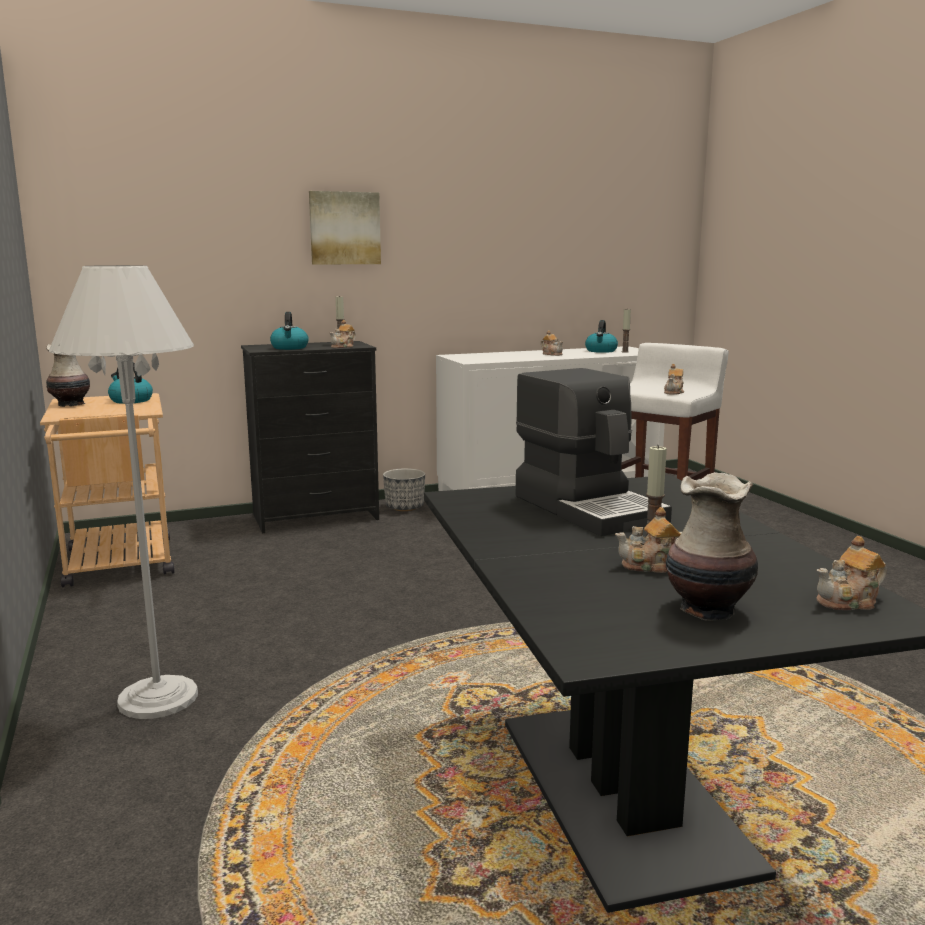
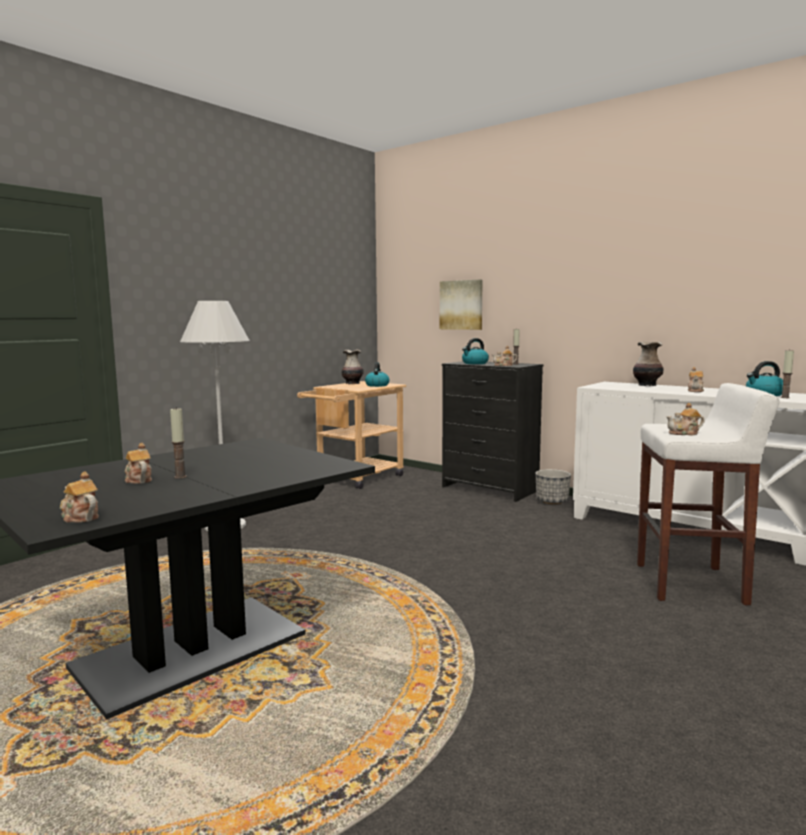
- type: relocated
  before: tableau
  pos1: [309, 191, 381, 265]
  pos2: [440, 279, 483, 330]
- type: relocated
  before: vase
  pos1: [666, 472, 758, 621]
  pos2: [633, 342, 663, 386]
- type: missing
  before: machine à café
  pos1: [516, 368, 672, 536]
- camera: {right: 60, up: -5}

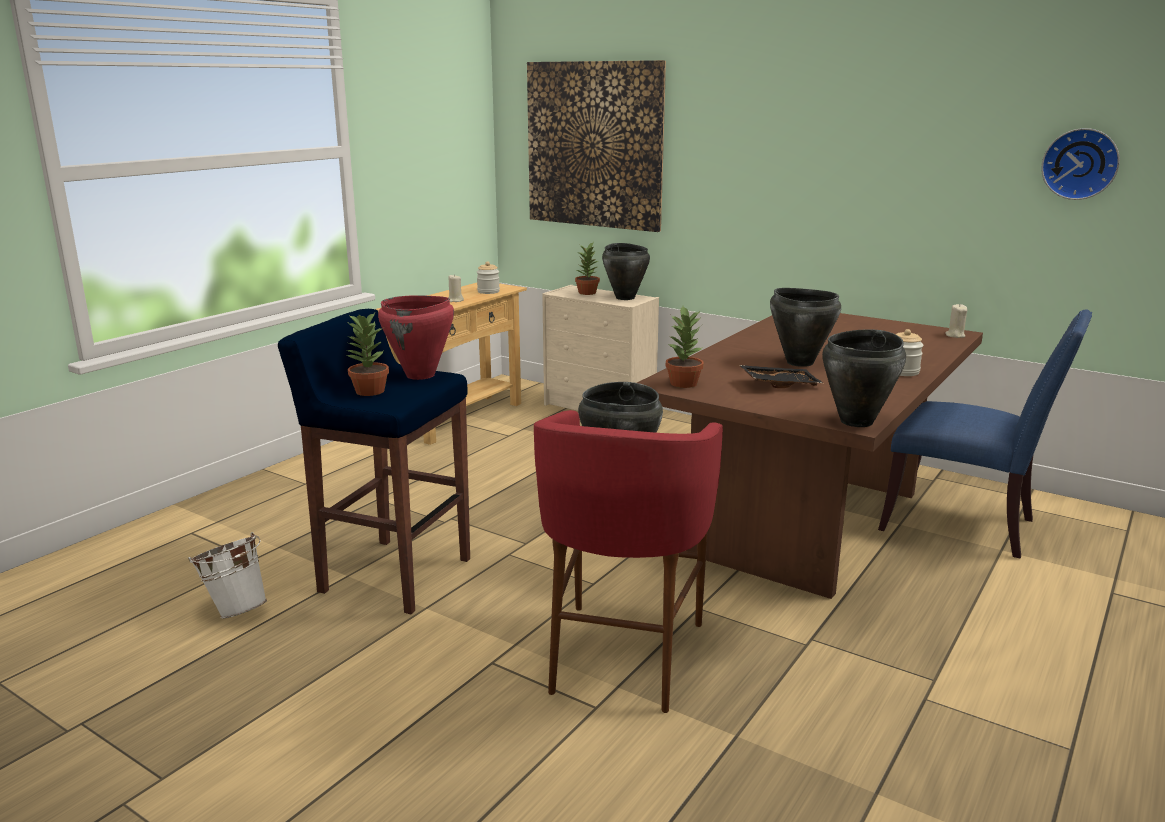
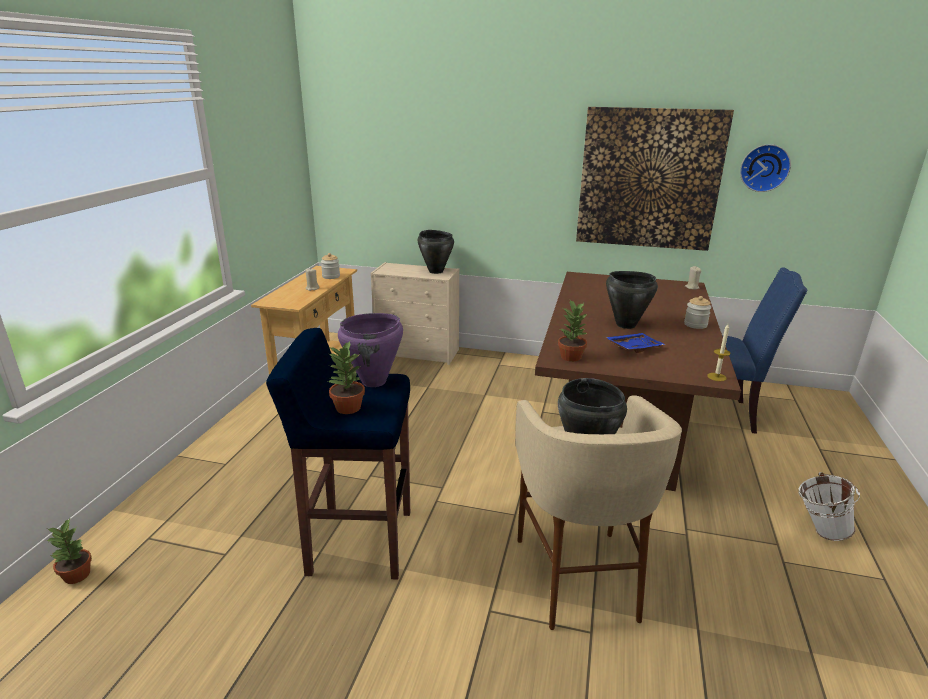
- type: relocated
  before: plante en pot
  pos1: [575, 243, 600, 295]
  pos2: [46, 519, 92, 584]
- type: colour
  before: marmite/rouge
  after: marmite/violet
  pos1: [378, 295, 454, 380]
  pos2: [338, 313, 403, 387]
- type: colour
  before: tabouret/rouge
  after: tabouret/beige
  pos1: [534, 410, 723, 713]
  pos2: [515, 395, 682, 630]
- type: relocated
  before: tableau
  pos1: [527, 60, 666, 232]
  pos2: [576, 107, 734, 251]
- type: colour
  before: plateau/noir
  after: plateau/bleu
  pos1: [740, 365, 823, 388]
  pos2: [605, 333, 666, 353]
- type: exchanged
  before: marmite/noir
  after: bougie
  pos1: [822, 329, 906, 427]
  pos2: [707, 324, 731, 381]
- type: relocated
  before: seau/blanc
  pos1: [188, 532, 267, 618]
  pos2: [798, 472, 860, 541]
- camera: {right: -20, up: 5}

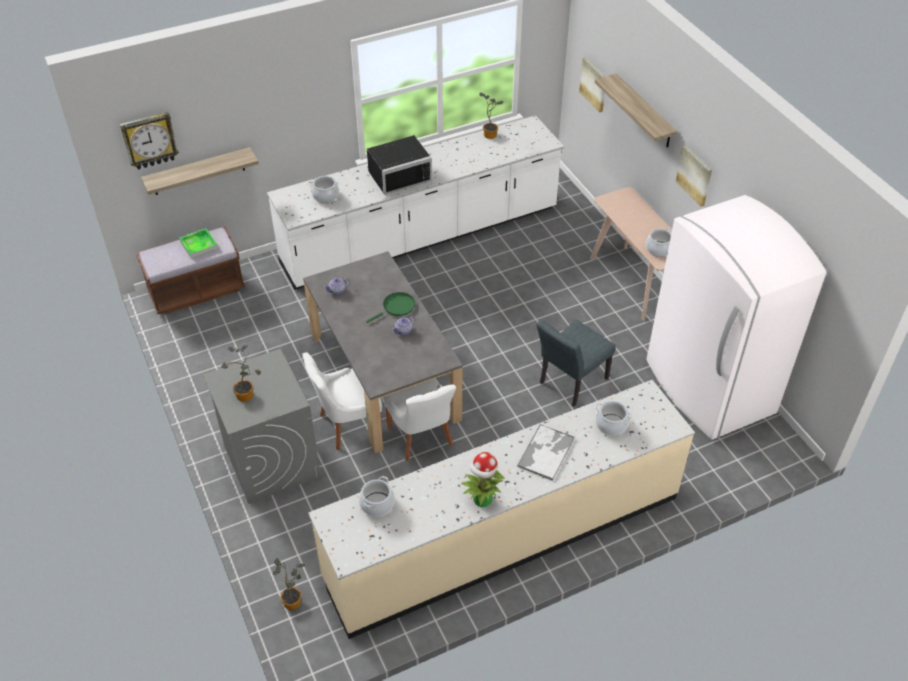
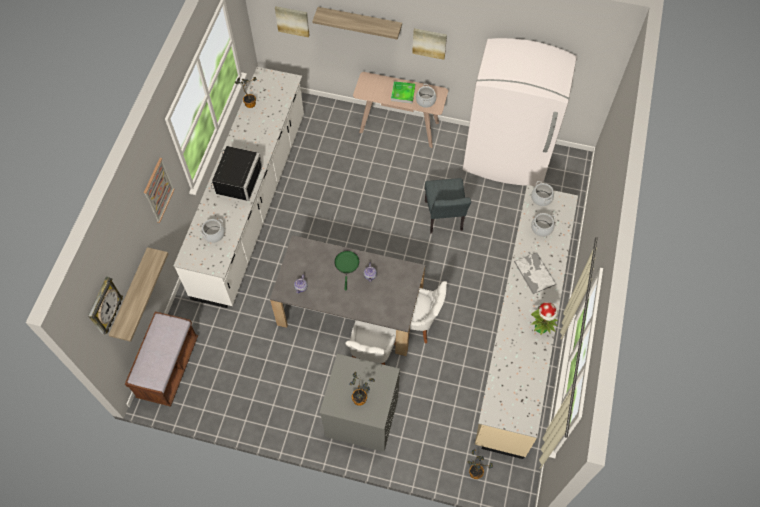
- type: appeared
  after: tableau
  pos2: [144, 158, 175, 223]
- type: relocated
  before: plateau
  pos1: [179, 228, 218, 259]
  pos2: [391, 81, 415, 104]
- type: relocated
  before: marmite
  pos1: [359, 476, 395, 517]
  pos2: [531, 181, 554, 206]
- camera: {right: -50, up: 15}

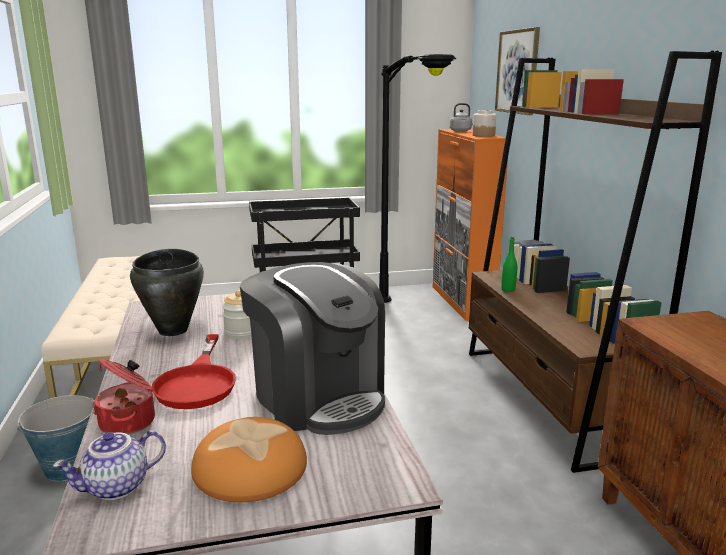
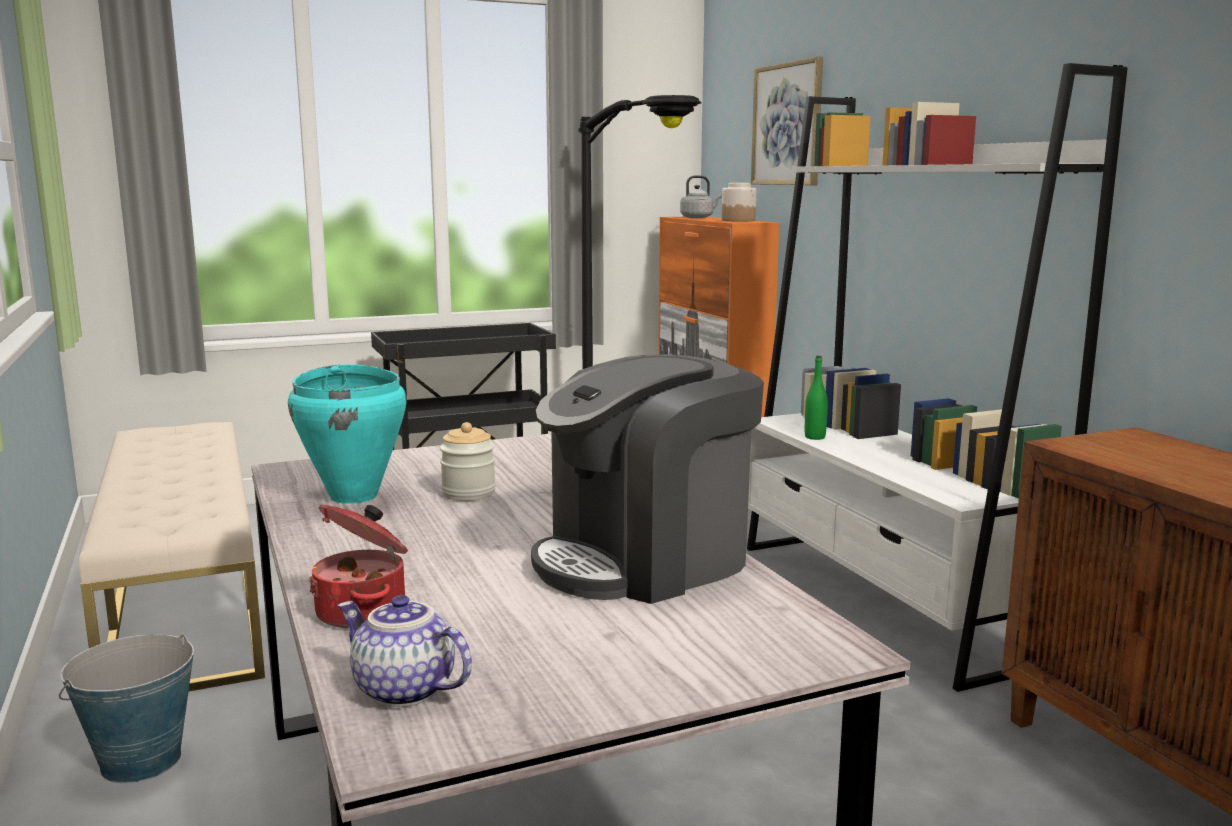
- type: colour
  before: marmite/noir
  after: marmite/turquoise
  pos1: [130, 249, 204, 336]
  pos2: [288, 364, 407, 504]
- type: spun
  before: théière
  pos1: [53, 430, 166, 500]
  pos2: [338, 595, 472, 707]
  turn: 75
- type: spun
  before: machine à café
  pos1: [240, 262, 385, 435]
  pos2: [531, 354, 764, 604]
  turn: 105
- type: colour
  before: bibliothèque/marron
  after: bibliothèque/blanc
  pos1: [469, 51, 722, 473]
  pos2: [747, 63, 1128, 692]
- type: missing
  before: poêle/rouge
  pos1: [152, 334, 236, 409]
- type: missing
  before: pain
  pos1: [191, 417, 307, 502]
- camera: {right: -10, up: -5}

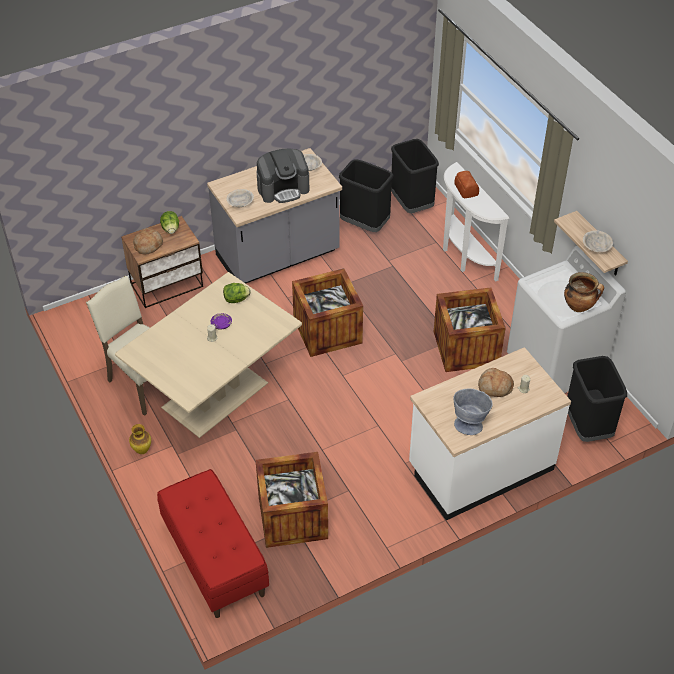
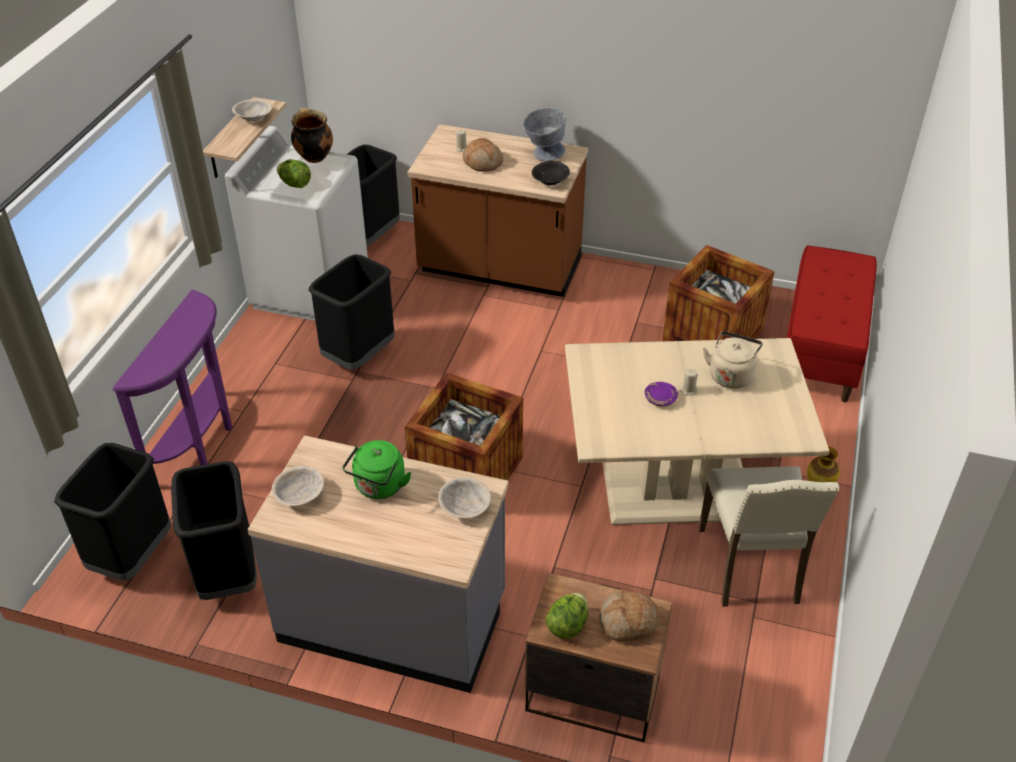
- type: colour
  before: table console/blanc
  after: table console/violet
  pos1: [443, 162, 509, 282]
  pos2: [113, 290, 232, 466]
- type: relocated
  before: laitue
  pos1: [223, 283, 251, 303]
  pos2: [277, 159, 311, 188]
- type: exchanged
  before: caisse
  after: poubelle/noir
  pos1: [434, 287, 506, 372]
  pos2: [309, 254, 395, 370]
- type: exchanged
  before: machine à café
  after: bouilloire/vert
  pos1: [257, 149, 310, 203]
  pos2: [343, 440, 411, 499]
- type: colour
  before: comptoir de cuisine/blanc
  after: comptoir de cuisine/marron
  pos1: [409, 347, 571, 520]
  pos2: [407, 124, 588, 297]
- type: appeared
  after: bol/noir
  pos2: [532, 161, 570, 185]
- type: appeared
  after: bouilloire/beige
  pos2: [703, 331, 763, 389]
- type: missing
  before: pain
  pos1: [454, 171, 479, 198]
- camera: {right: -135, up: -5}

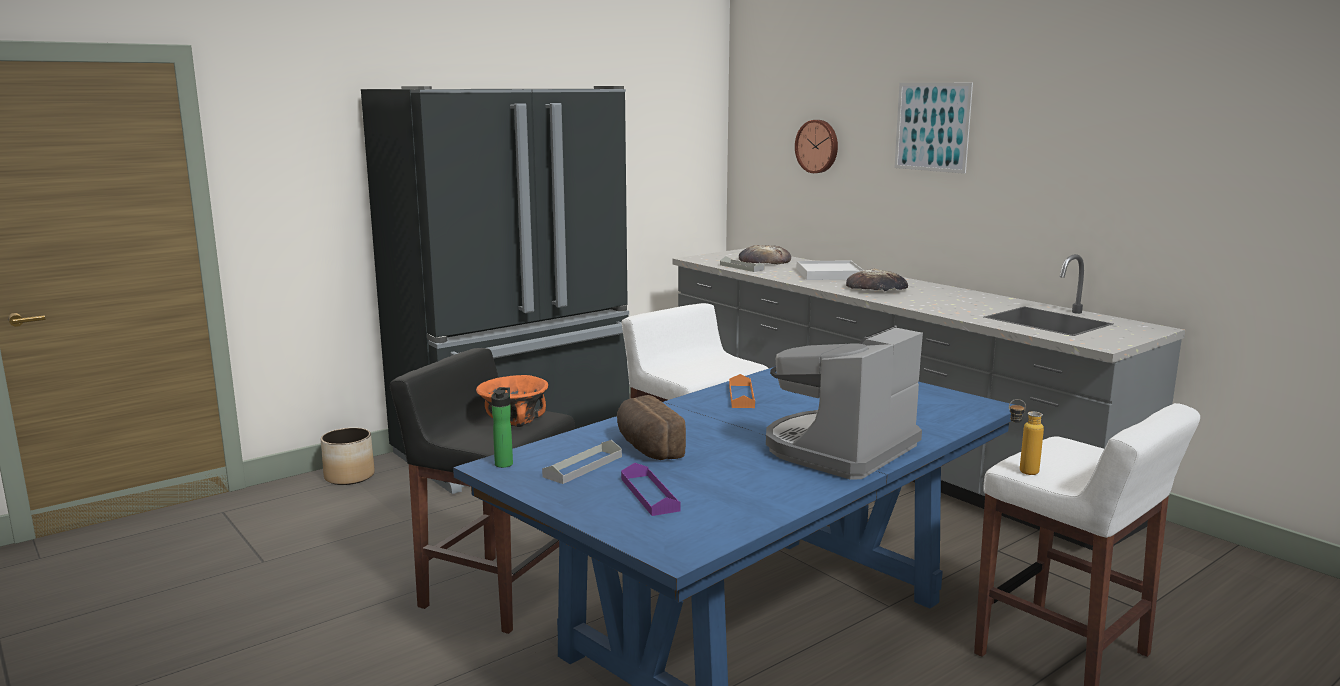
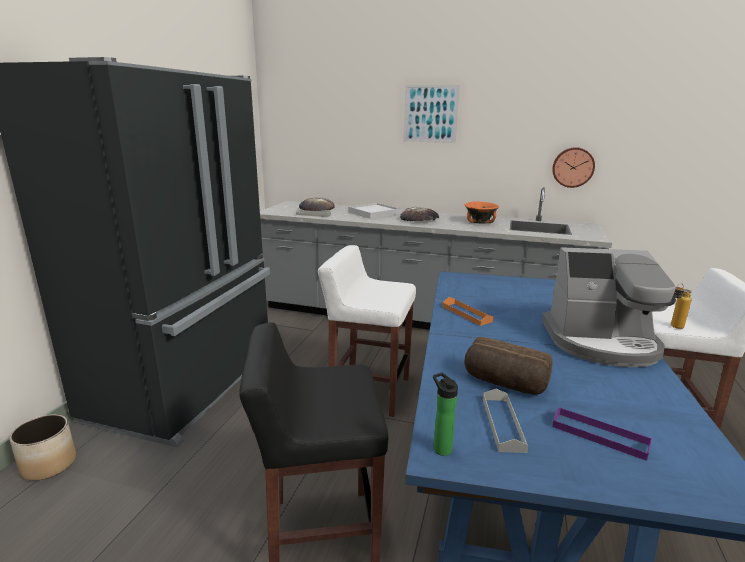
- type: relocated
  before: bol/orange
  pos1: [476, 375, 548, 427]
  pos2: [465, 201, 499, 223]
- type: spun
  before: machine à café
  pos1: [766, 326, 923, 480]
  pos2: [542, 247, 676, 367]
  turn: -90
- type: relocated
  before: horloge murale
  pos1: [795, 120, 838, 173]
  pos2: [552, 147, 595, 188]
- camera: {right: -35, up: 5}

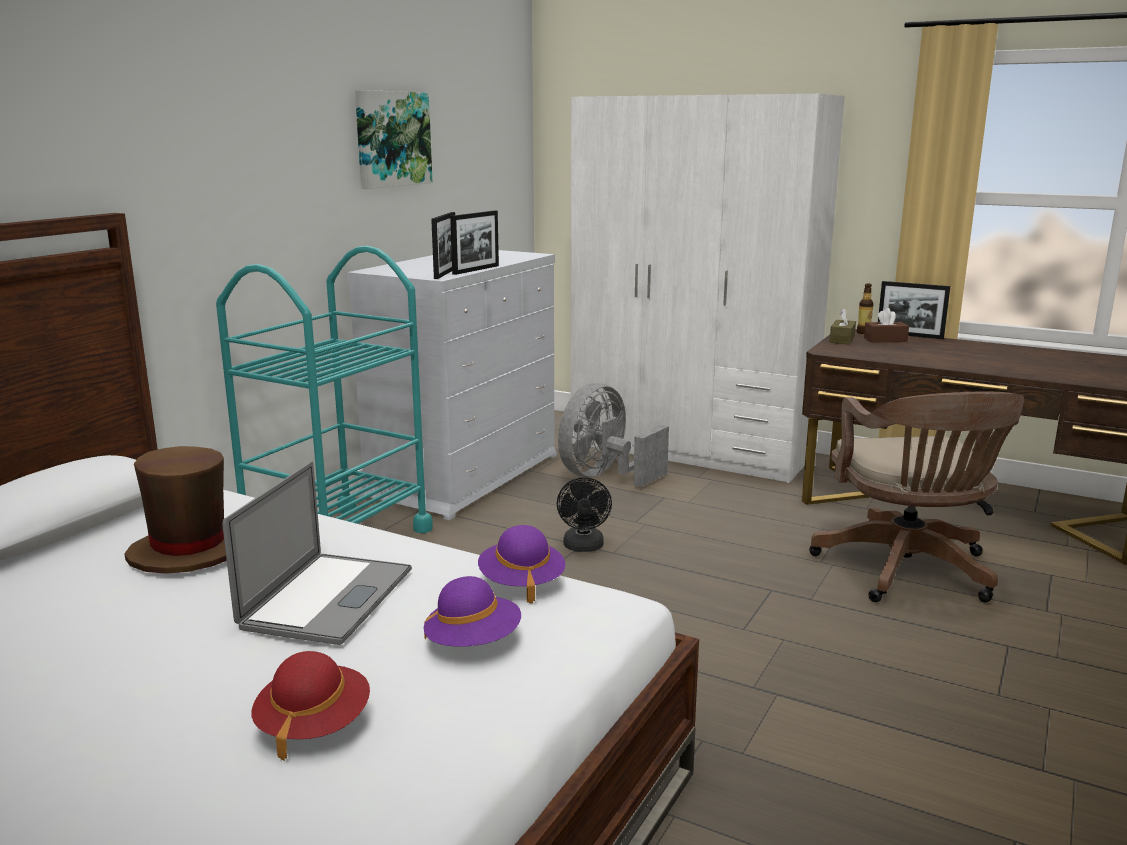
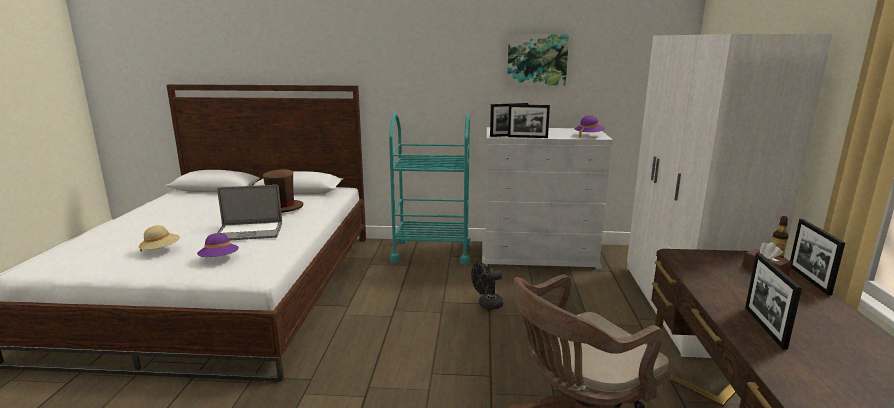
- type: colour
  before: chapeau/rouge
  after: chapeau/beige
  pos1: [251, 651, 370, 761]
  pos2: [139, 225, 180, 251]
- type: relocated
  before: chapeau/violet
  pos1: [478, 525, 565, 604]
  pos2: [575, 115, 605, 138]
- type: appeared
  after: cadre photo
  pos2: [745, 253, 802, 350]
- type: missing
  before: ventilateur/gris
  pos1: [558, 383, 669, 487]
- type: missing
  before: boîte à mouchoirs/marron
  pos1: [830, 308, 856, 344]
- camera: {right: 65, up: 0}

